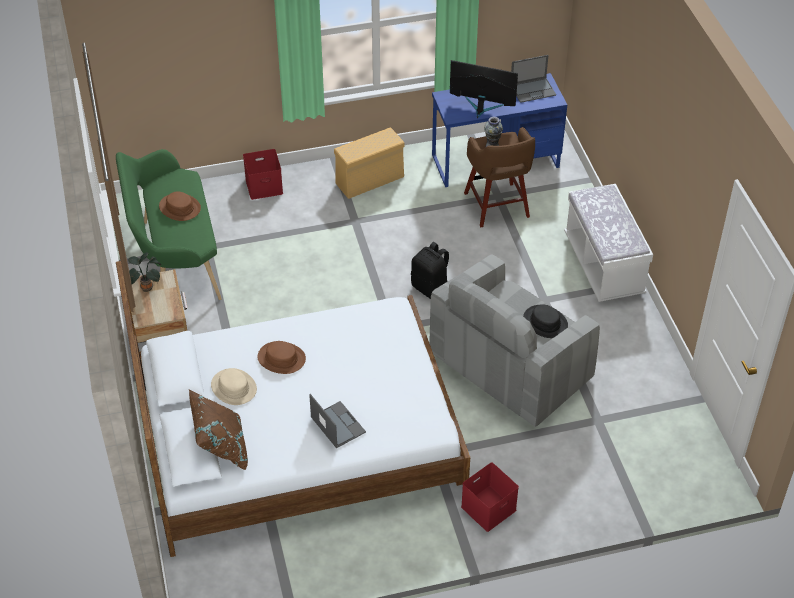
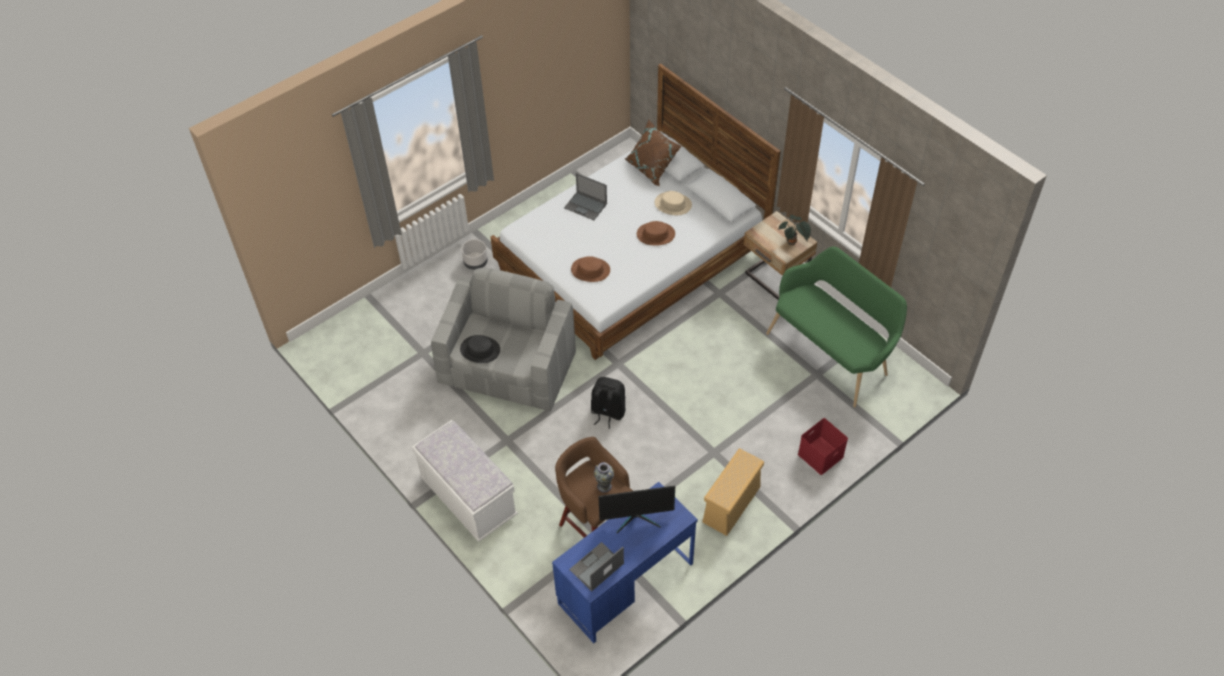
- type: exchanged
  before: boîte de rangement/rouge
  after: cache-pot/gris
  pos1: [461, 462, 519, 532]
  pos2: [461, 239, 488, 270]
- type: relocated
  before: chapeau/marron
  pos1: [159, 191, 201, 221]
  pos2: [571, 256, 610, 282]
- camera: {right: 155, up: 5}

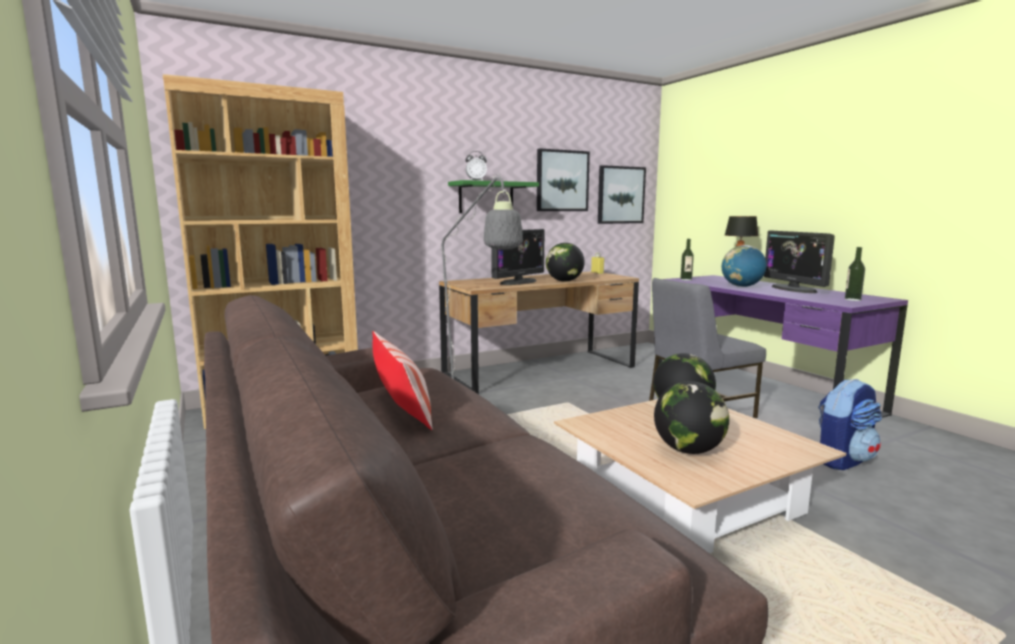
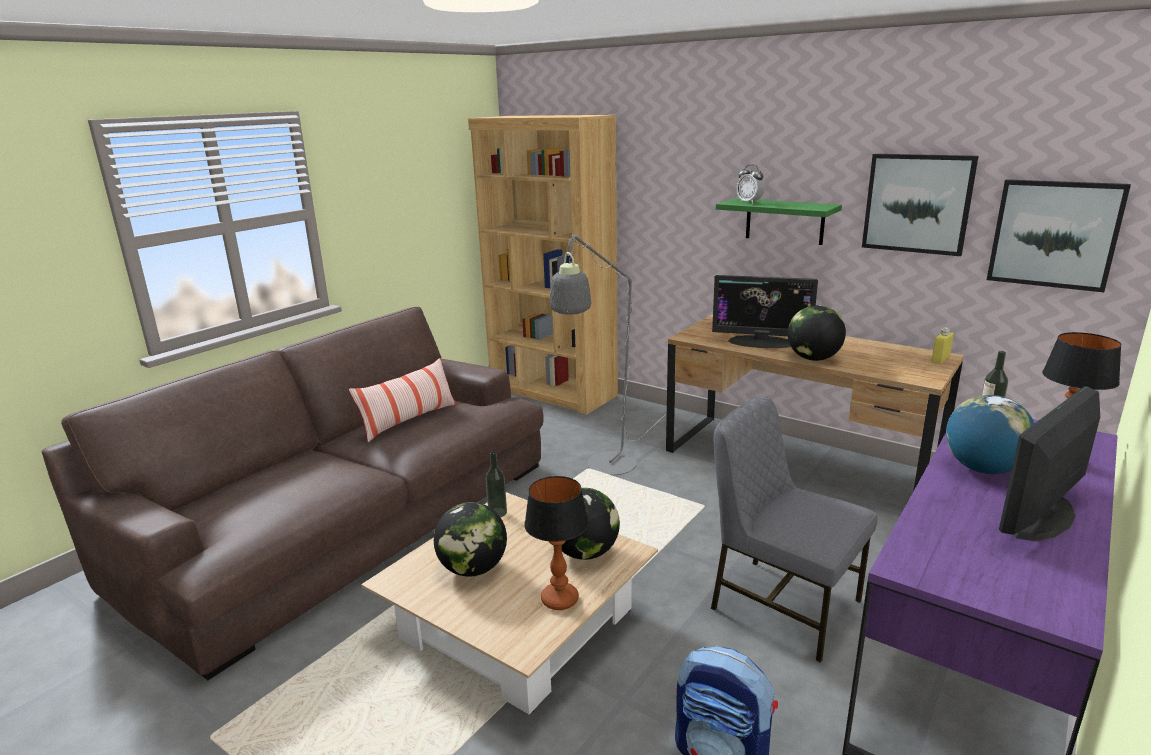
- type: relocated
  before: bouteille
  pos1: [845, 247, 865, 301]
  pos2: [485, 451, 507, 517]
- type: appeared
  after: lampe de table
  pos2: [524, 476, 589, 610]
- camera: {right: 65, up: 10}

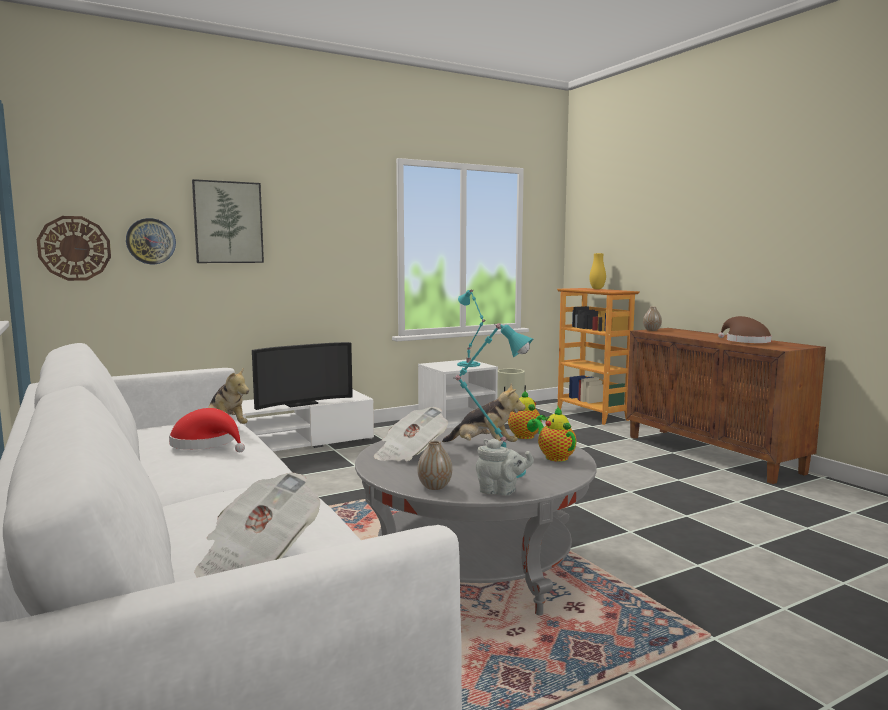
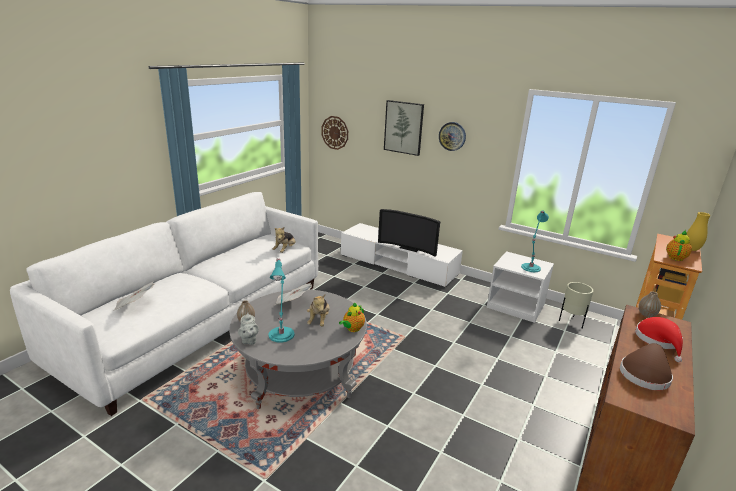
- type: relocated
  before: horloge murale
  pos1: [126, 218, 176, 264]
  pos2: [439, 122, 466, 151]
- type: relocated
  before: chapeau/rouge
  pos1: [169, 408, 245, 452]
  pos2: [635, 317, 683, 362]
- type: relocated
  before: théière
  pos1: [532, 406, 577, 462]
  pos2: [666, 230, 692, 261]
- camera: {right: 60, up: 15}

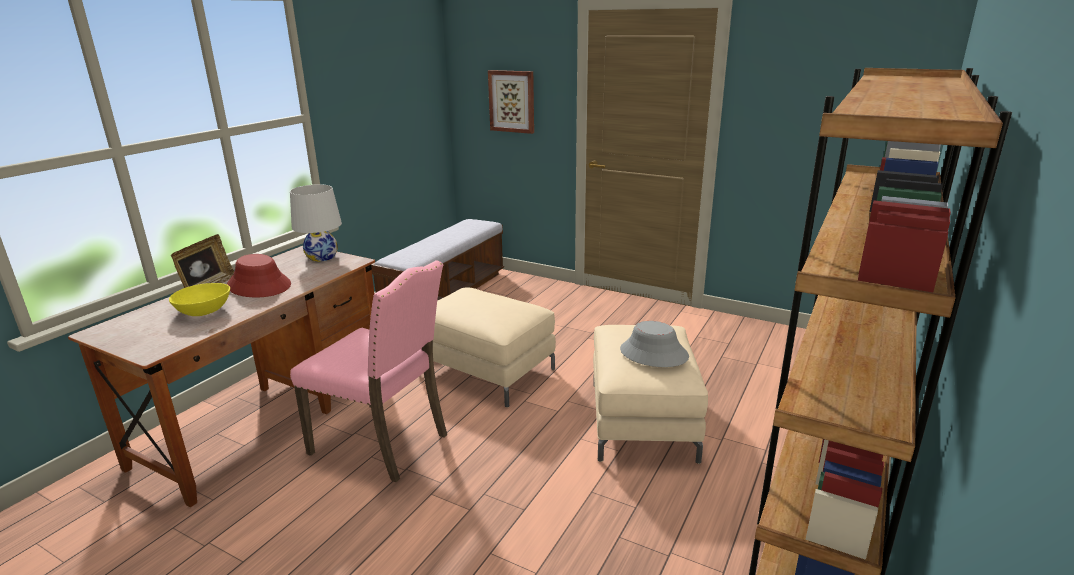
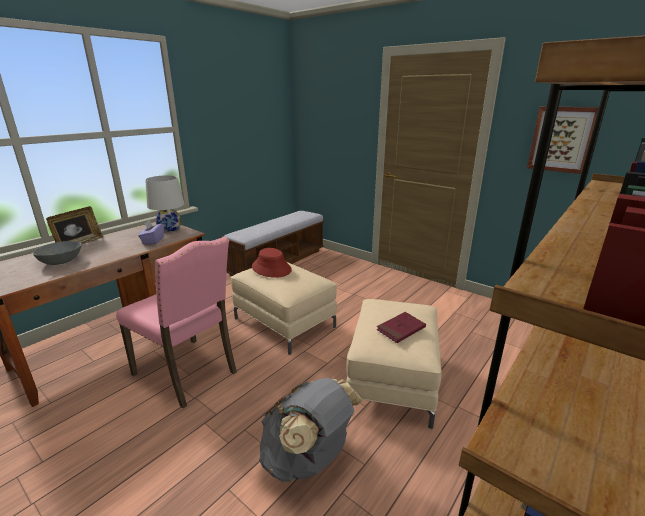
- type: colour
  before: bol/jaune
  after: bol/gris
  pos1: [169, 283, 230, 316]
  pos2: [32, 241, 82, 265]
- type: appeared
  after: boîte à mouchoirs/violet
  pos2: [138, 220, 164, 244]
- type: relocated
  before: chapeau/rouge
  pos1: [227, 254, 291, 298]
  pos2: [252, 248, 292, 278]
- type: appeared
  after: sac à dos/gris
  pos2: [259, 378, 364, 482]
- type: exchanged
  before: chapeau/gris
  after: livre/rouge
  pos1: [620, 321, 689, 367]
  pos2: [377, 312, 426, 343]
- type: relocated
  before: tableau
  pos1: [488, 70, 534, 134]
  pos2: [527, 106, 599, 174]
- camera: {right: 10, up: 0}

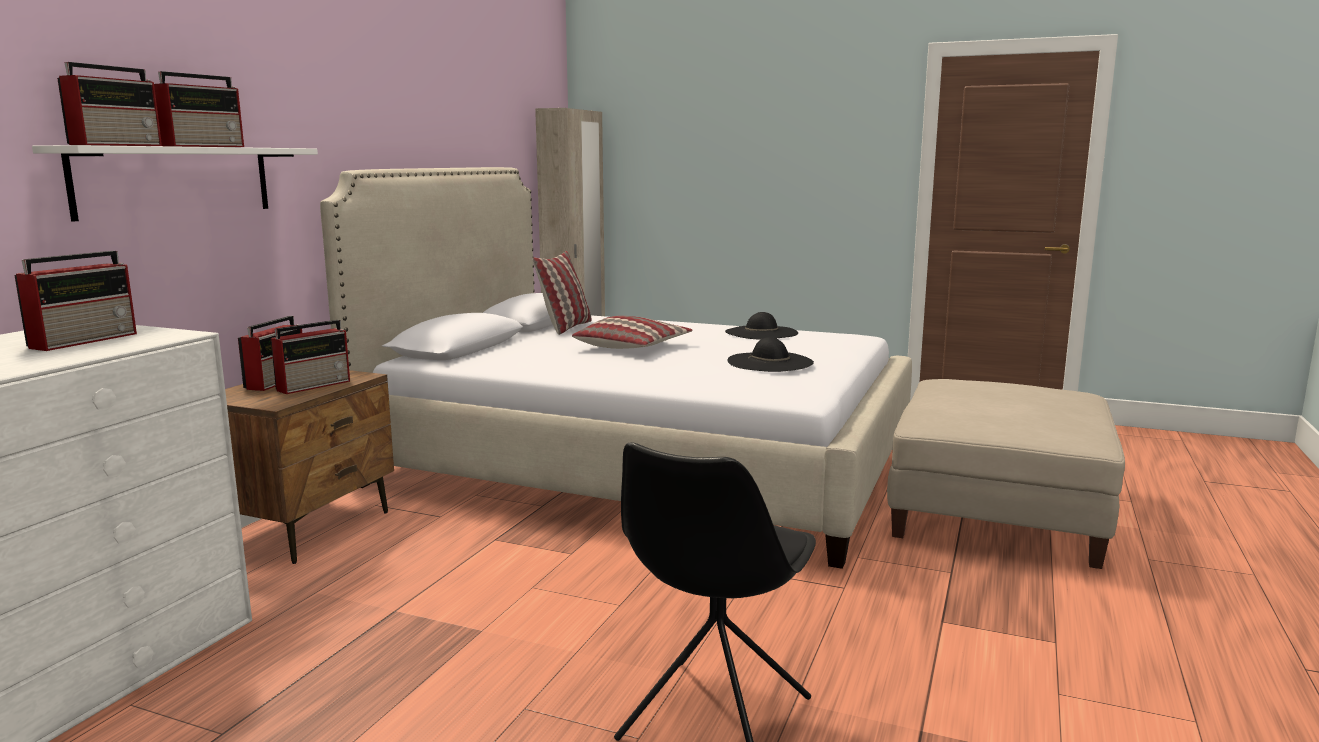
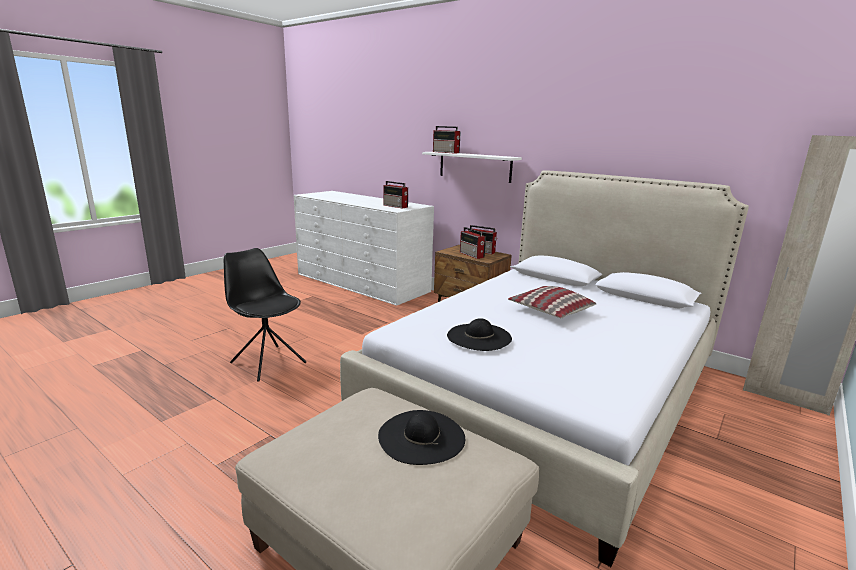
- type: relocated
  before: chapeau/noir
  pos1: [725, 312, 798, 339]
  pos2: [378, 410, 465, 465]
- type: missing
  before: radio
  pos1: [154, 71, 244, 147]
- type: missing
  before: coussin
  pos1: [532, 251, 592, 335]
- camera: {right: 105, up: 5}

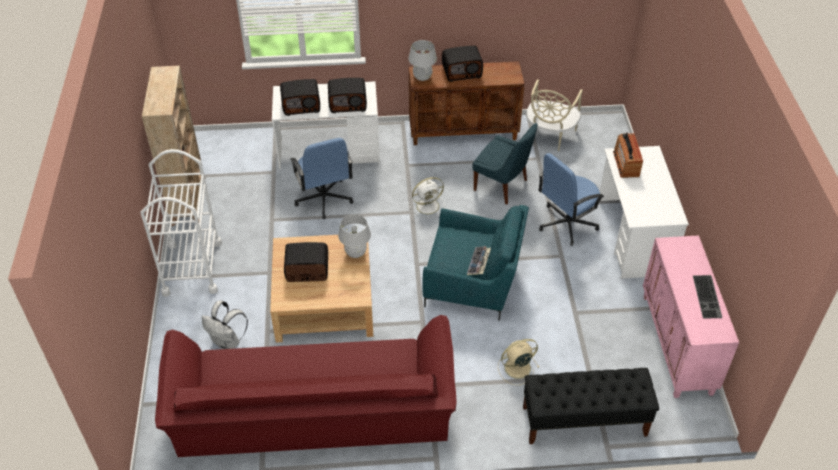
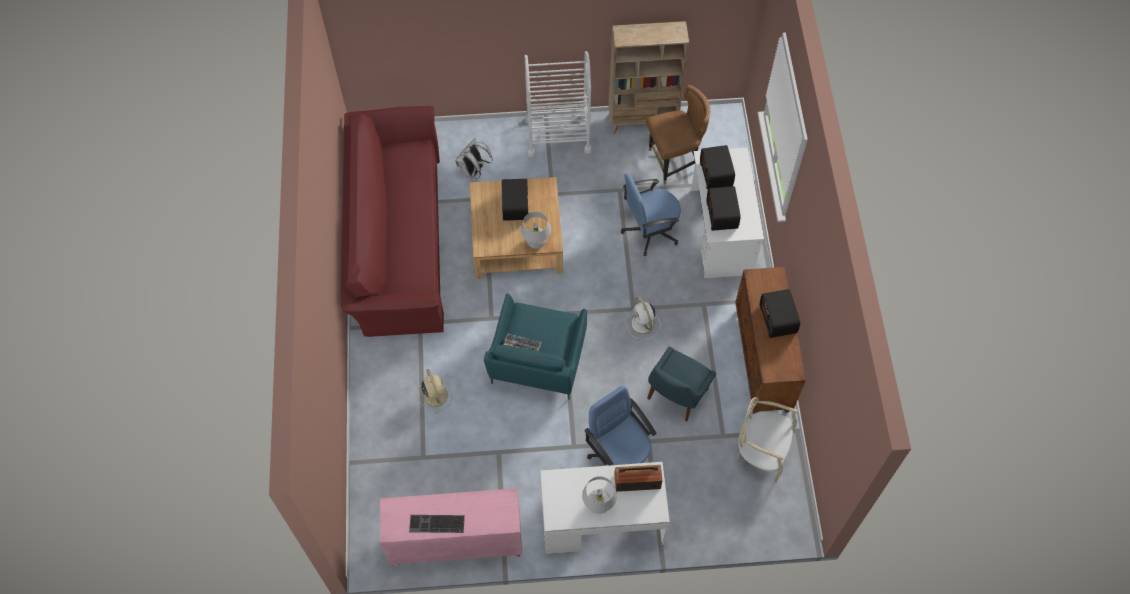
- type: relocated
  before: lampe de table/blanc
  pos1: [408, 40, 437, 81]
  pos2: [582, 476, 617, 514]
- type: appeared
  after: chaise/marron
  pos2: [646, 85, 710, 185]
- type: missing
  before: banc/noir
  pos1: [523, 368, 659, 444]
- camera: {right: 90, up: 15}

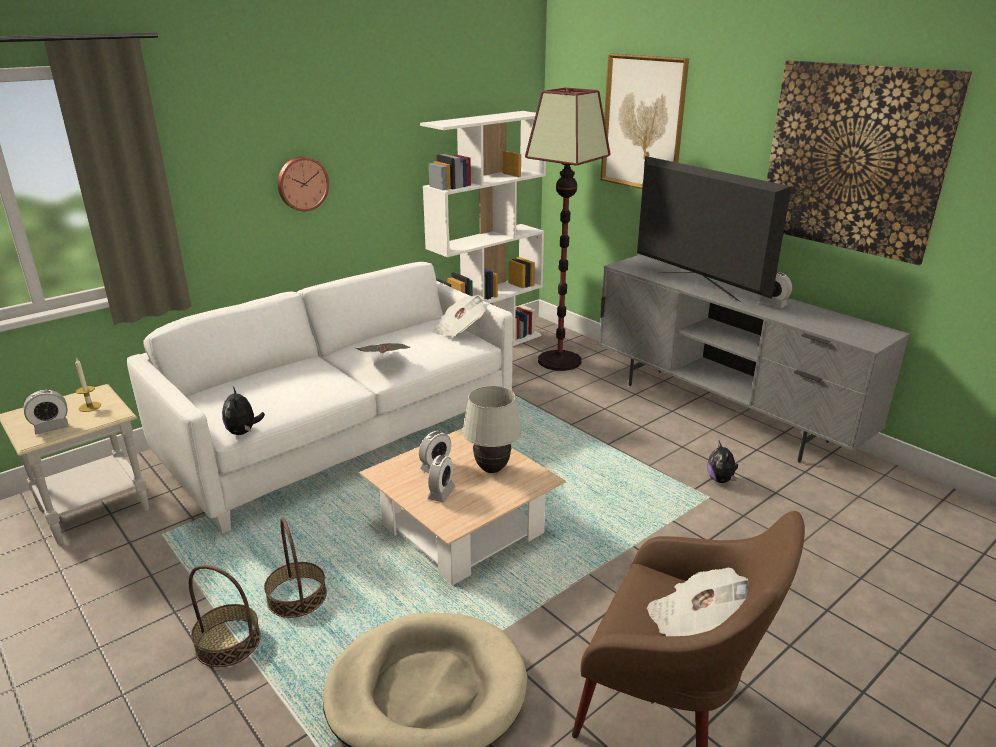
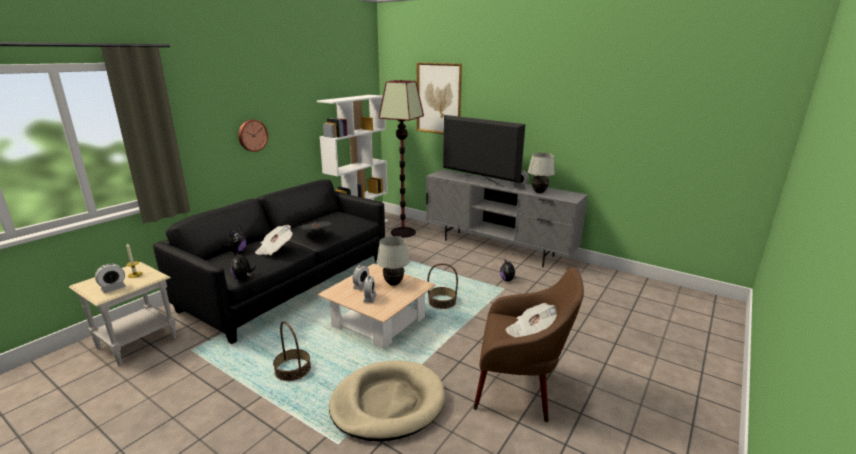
- type: colour
  before: canapé/blanc
  after: canapé/noir
  pos1: [127, 262, 513, 534]
  pos2: [153, 179, 385, 344]
- type: appeared
  after: peluche
  pos2: [223, 227, 247, 253]
- type: relocated
  before: journal
  pos1: [433, 295, 486, 337]
  pos2: [255, 225, 292, 255]
- type: relocated
  before: panier
  pos1: [189, 565, 261, 667]
  pos2: [428, 263, 458, 309]
- type: appeared
  after: lampe de table/blanc
  pos2: [528, 153, 555, 193]
- type: missing
  before: tableau
  pos1: [767, 60, 973, 265]
- camera: {right: -15, up: -5}

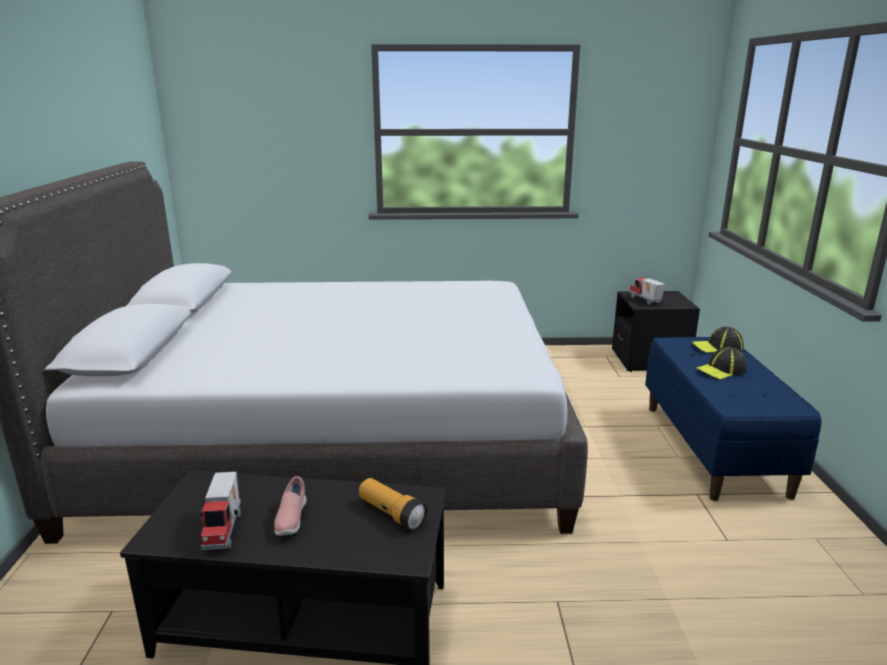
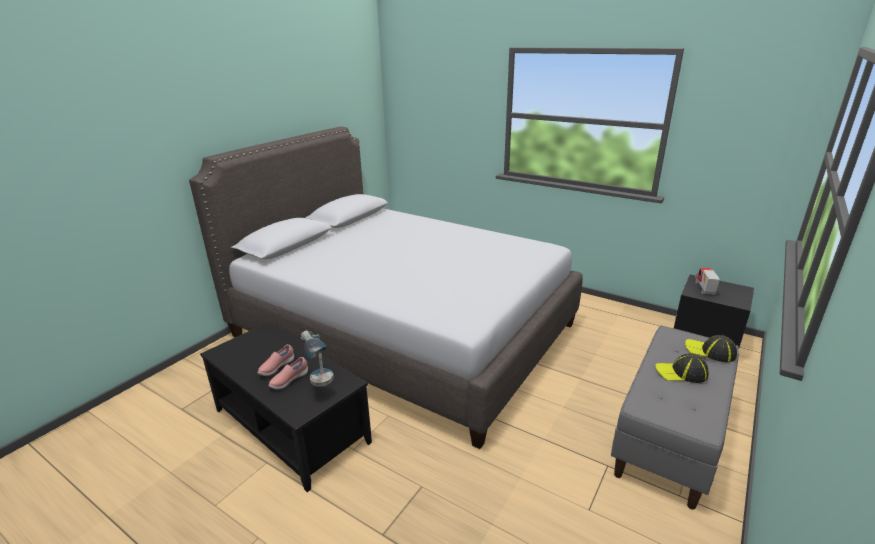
- type: appeared
  after: chaussure/rose
  pos2: [268, 357, 308, 389]
- type: exchanged
  before: lampe de poche
  after: lampe de table
  pos1: [359, 478, 427, 530]
  pos2: [301, 330, 334, 387]
- type: colour
  before: banc/bleu
  after: banc/gris
  pos1: [645, 337, 822, 501]
  pos2: [611, 325, 739, 510]
- type: missing
  before: camion jouet
  pos1: [200, 472, 241, 550]
- camera: {right: 35, up: 5}

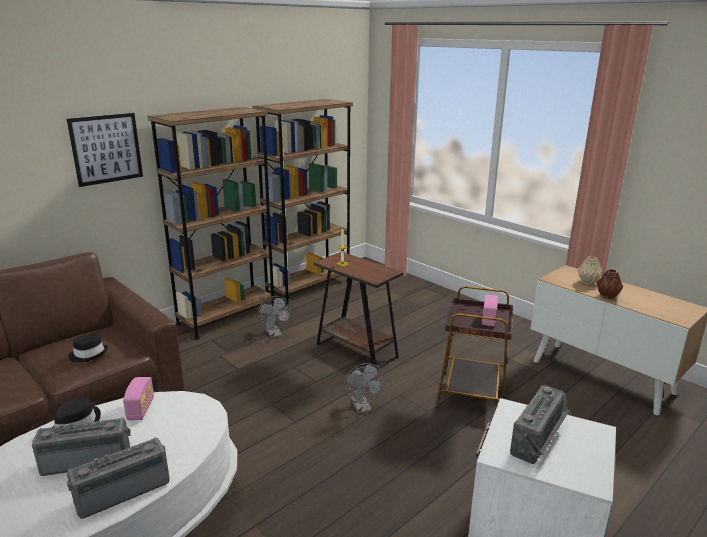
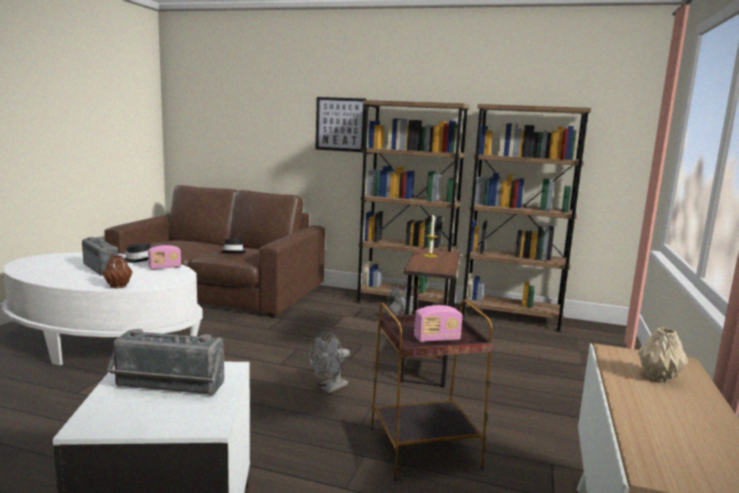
- type: relocated
  before: vase/marron
  pos1: [597, 269, 623, 299]
  pos2: [103, 255, 133, 288]
- type: missing
  before: radio
  pos1: [67, 437, 170, 519]
- camera: {right: 60, up: -10}

